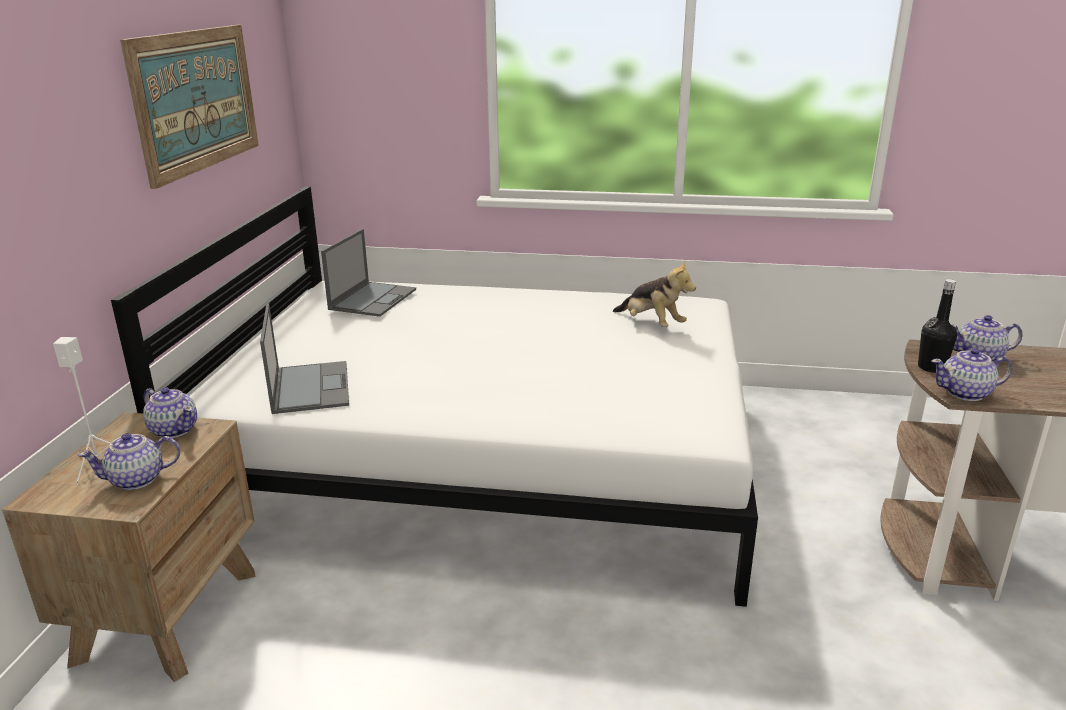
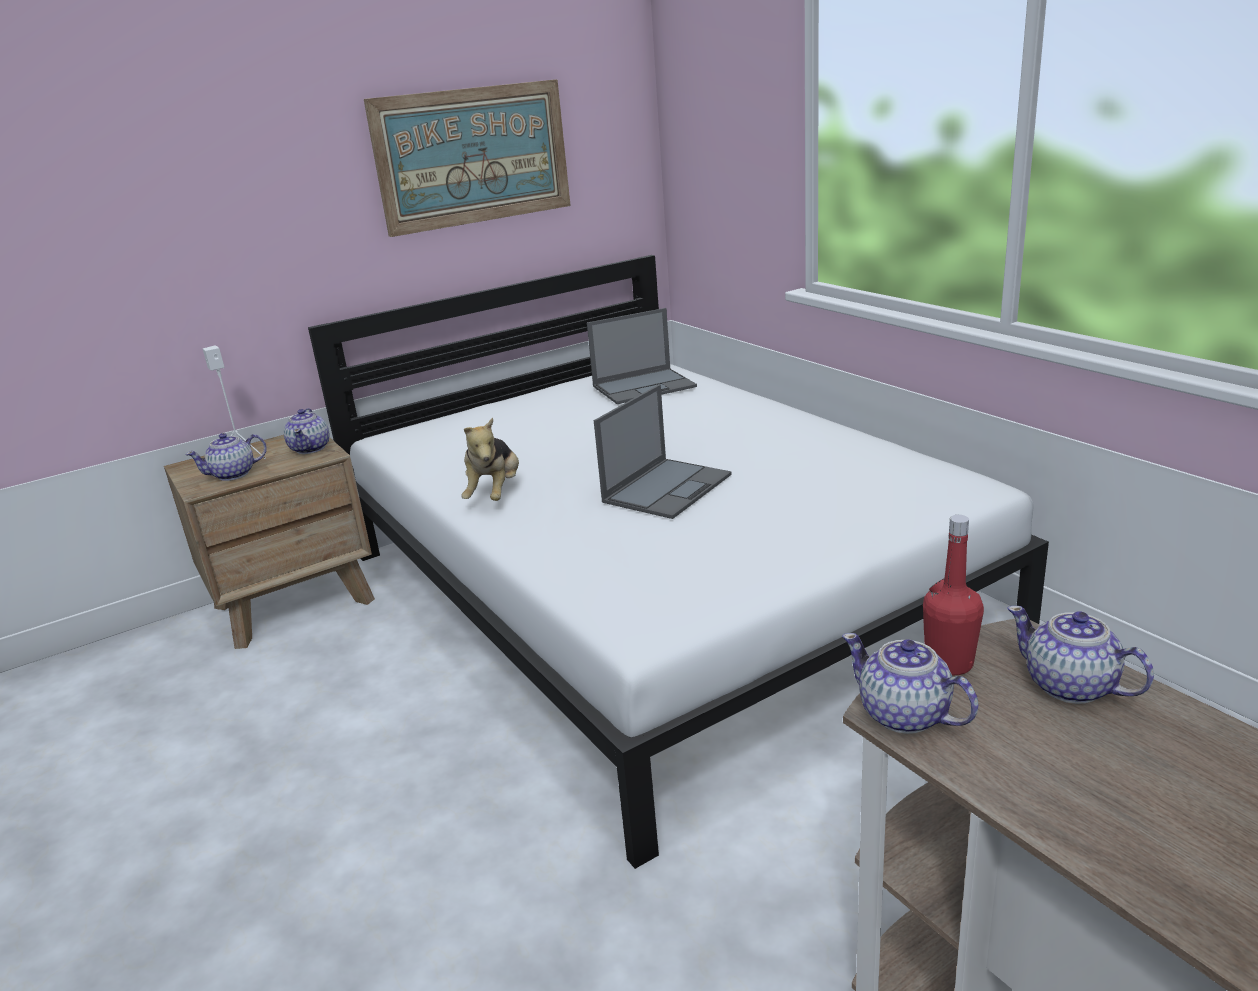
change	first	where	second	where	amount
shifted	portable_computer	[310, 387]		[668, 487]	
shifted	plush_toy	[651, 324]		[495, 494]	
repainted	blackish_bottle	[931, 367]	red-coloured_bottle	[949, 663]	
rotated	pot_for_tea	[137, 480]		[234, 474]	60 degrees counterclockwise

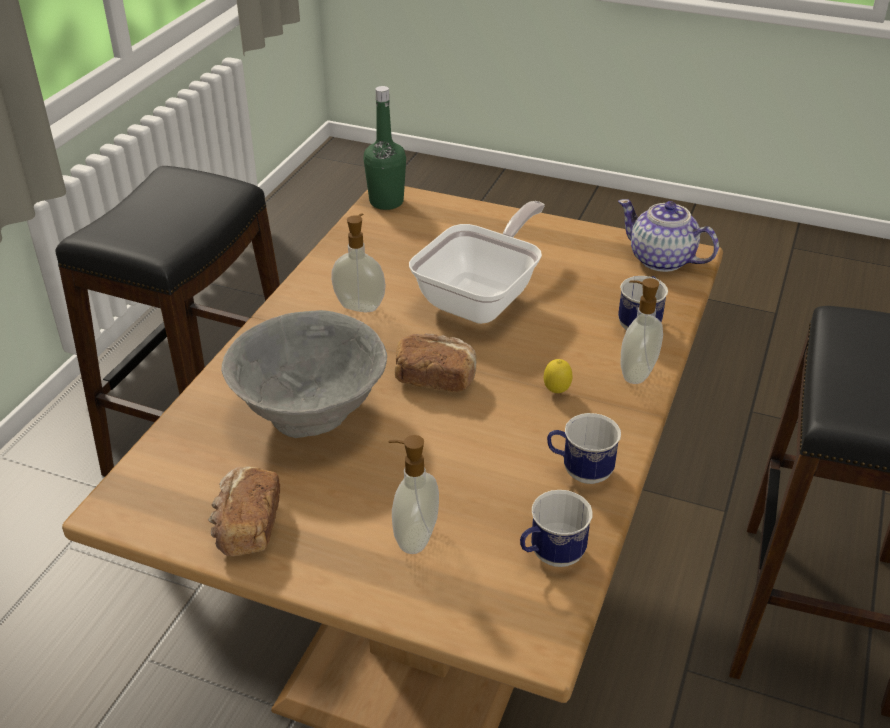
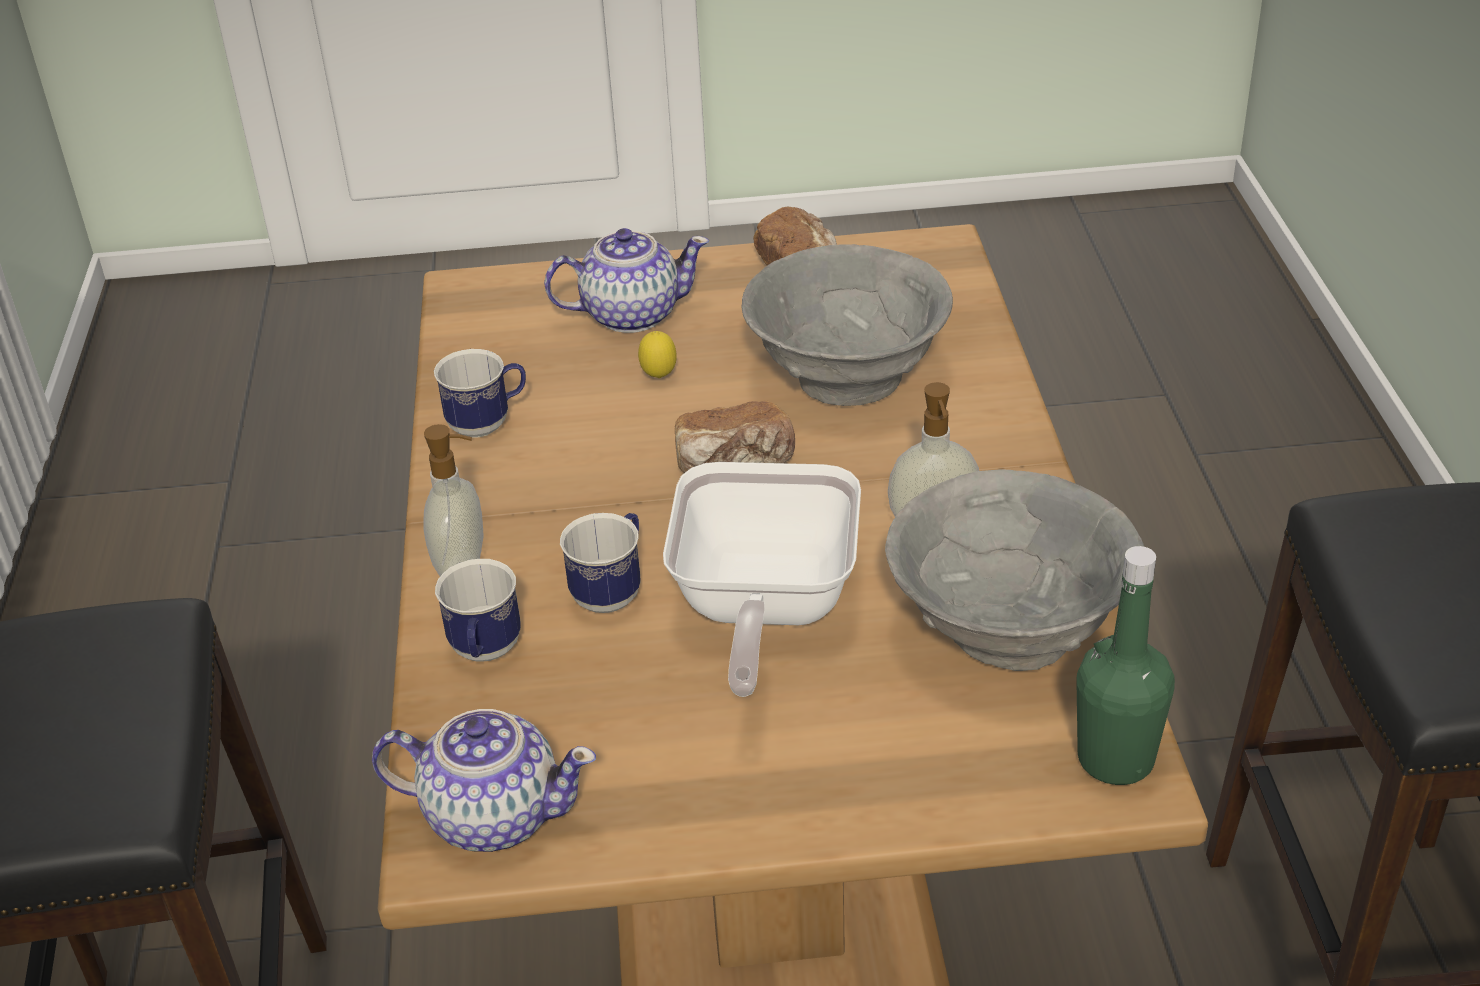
change	first	where	second	where	amount
new			grey_deep_dish	[1008, 632]	
shifted	coffee_mug	[550, 557]		[613, 591]	
shifted	whole_lemon	[556, 392]		[659, 377]	
swapped	liquid_soap_bottle	[414, 537]	pot_for_tea	[630, 314]	

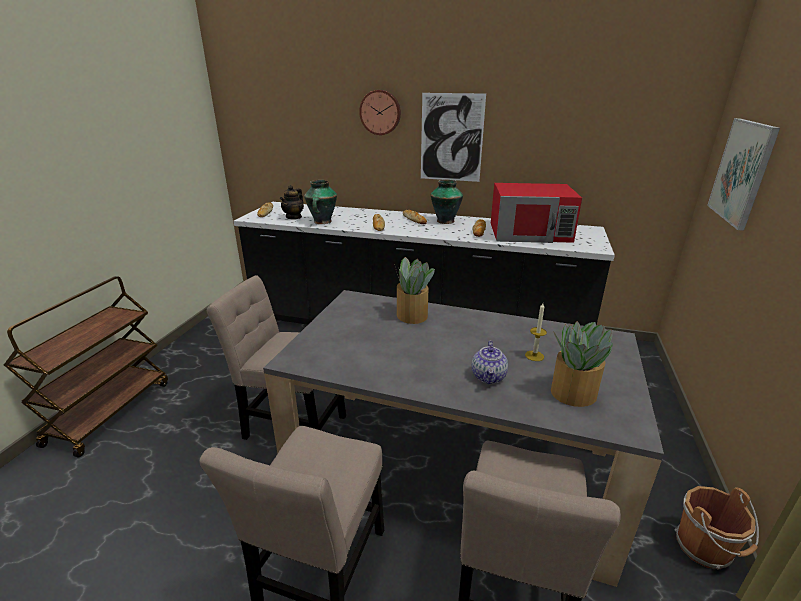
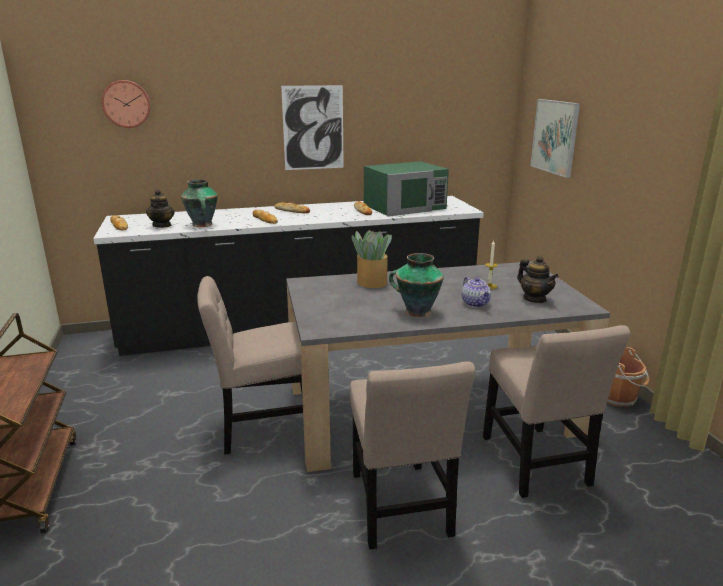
change	first	where	second	where	amount
shifted	clock_on_the_wall	[380, 112]		[126, 104]	
shifted	decorative_vase	[444, 221]		[416, 312]	
swapped	plant_in_a_pot	[572, 393]	pot_for_tea	[534, 299]	
repainted	red-coloured_microwave	[530, 232]	greenish_microwave	[405, 206]	

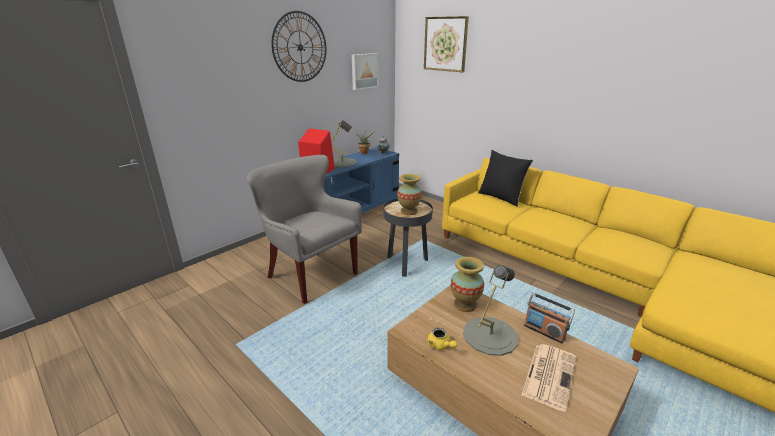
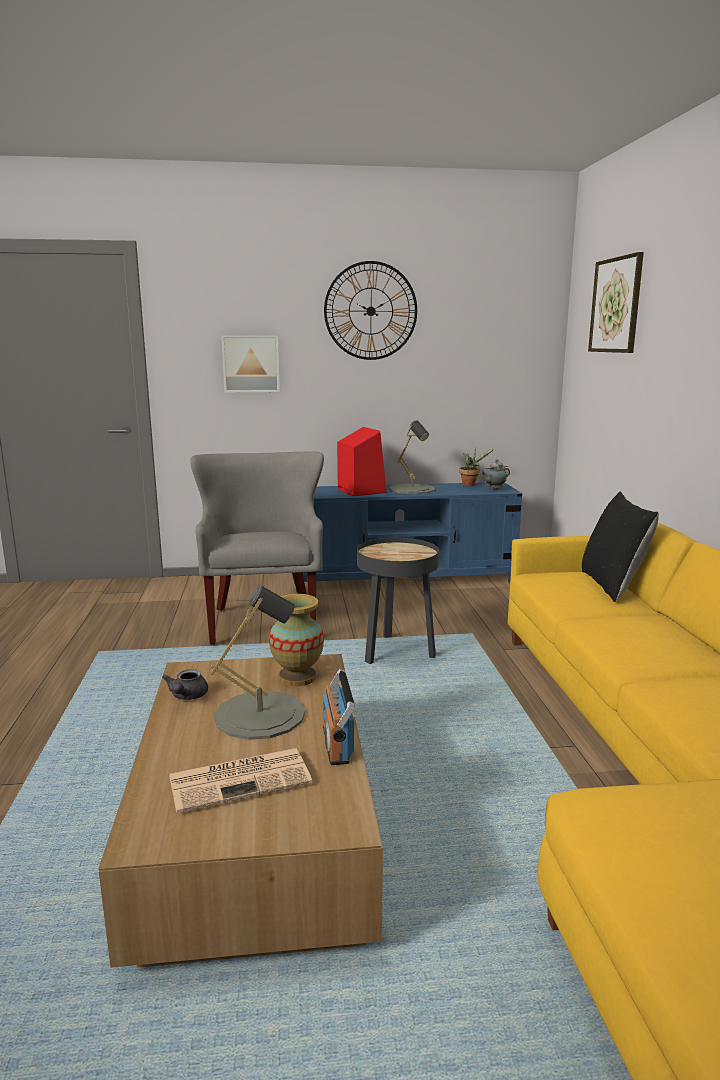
change	first	where	second	where	amount
gone	decorative_vase	[408, 211]			
shifted	wall_art	[364, 71]		[251, 363]	
repainted	yellow-coloured_pot_for_tea	[440, 346]	grey_pot_for_tea	[187, 696]	

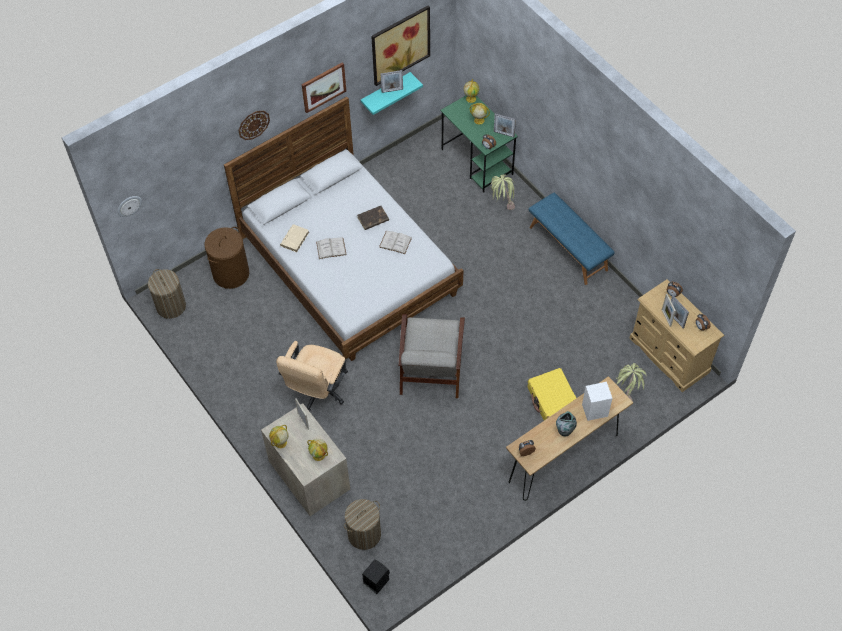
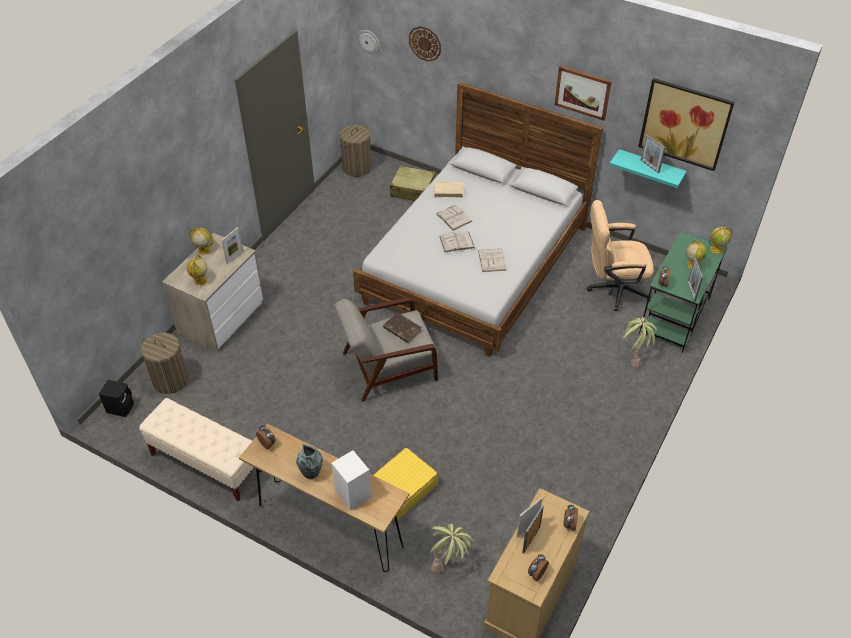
change	first	where	second	where	amount
gone	blue-coloured_long_seat	[568, 248]			
new			beige_long_seat	[206, 463]	
new			white_bound_book	[456, 242]	
shifted	clock_on_the_wall	[253, 124]		[425, 43]	
shifted	beige_desk_chair	[317, 392]		[613, 289]	
shifted	brownish_bound_book	[373, 219]		[401, 329]	
swapped	brownish_laundry_basket	[231, 273]	beige_travel_case	[413, 190]	

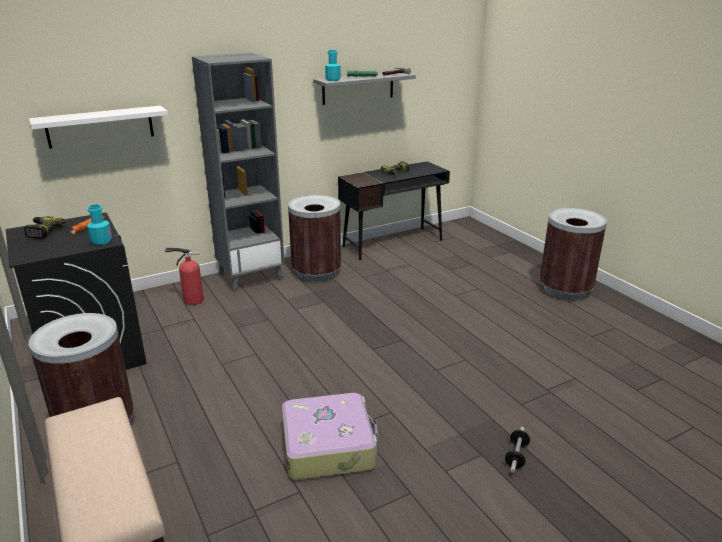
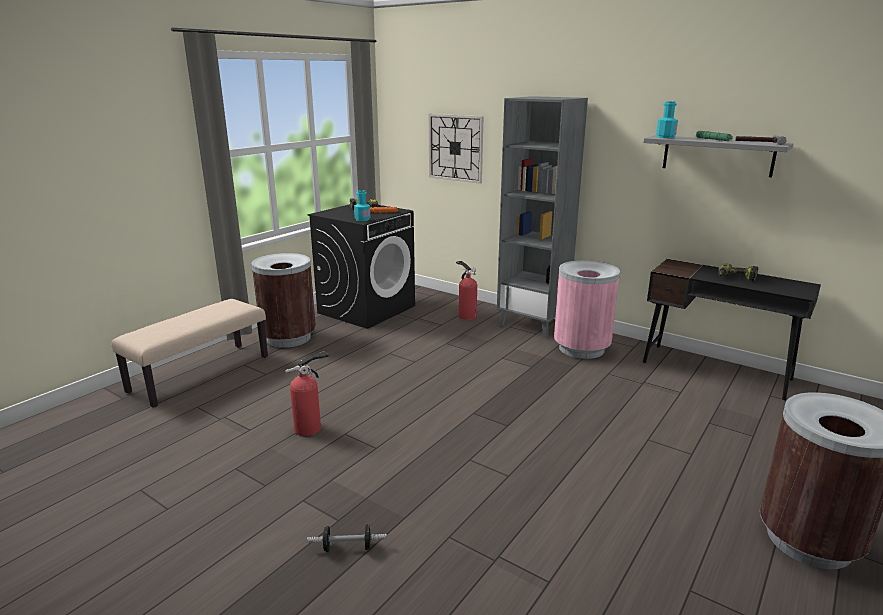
change	first	where	second	where	amount
swapped	white_bracket_shelf	[100, 126]	clock_on_the_wall	[455, 148]	
swapped	travel_case	[329, 445]	fire_extinguisher	[310, 428]	
repainted	brownish_rubbish_bin	[317, 273]	pink_rubbish_bin	[581, 349]	

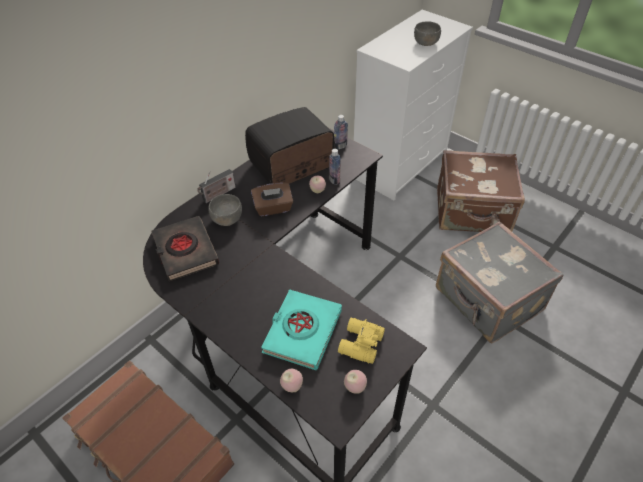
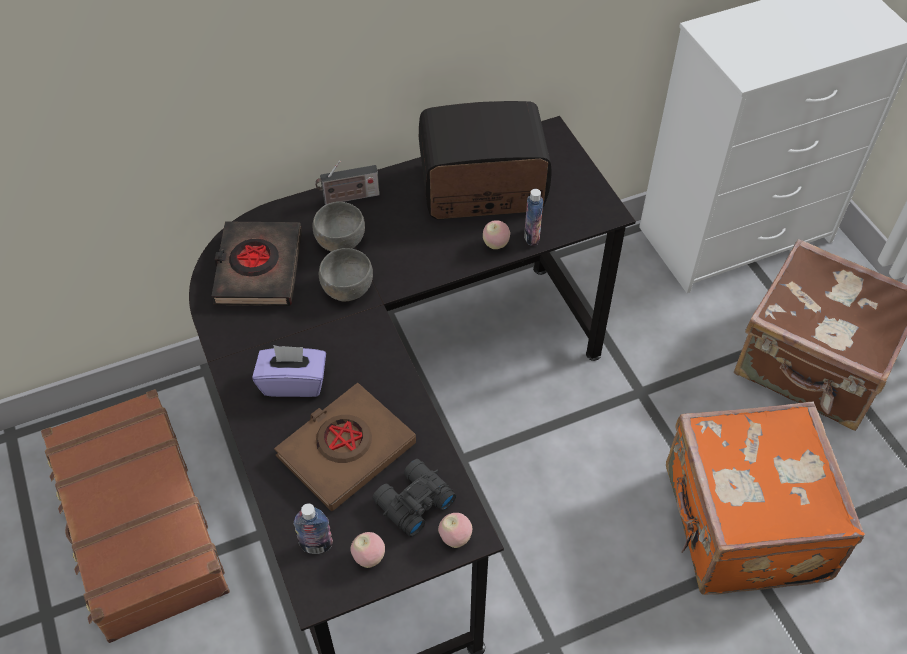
change	first	where	second	where	amount
gone	brownish_box_of_tissues	[273, 208]			
new			purplish_box_of_tissues	[293, 382]	
shifted	apple	[292, 386]		[455, 538]	
shifted	bottle	[340, 146]		[316, 545]	
shifted	grey_deep_dish	[426, 43]		[347, 288]	
repainted	blue-green_bound_book	[302, 331]	brownish_bound_book	[346, 450]	
repainted	yellow-coloured_binoculars	[359, 344]	blackish_binoculars	[412, 502]	
repainted	grey_travel_case	[487, 301]	orange-coloured_travel_case	[741, 525]	

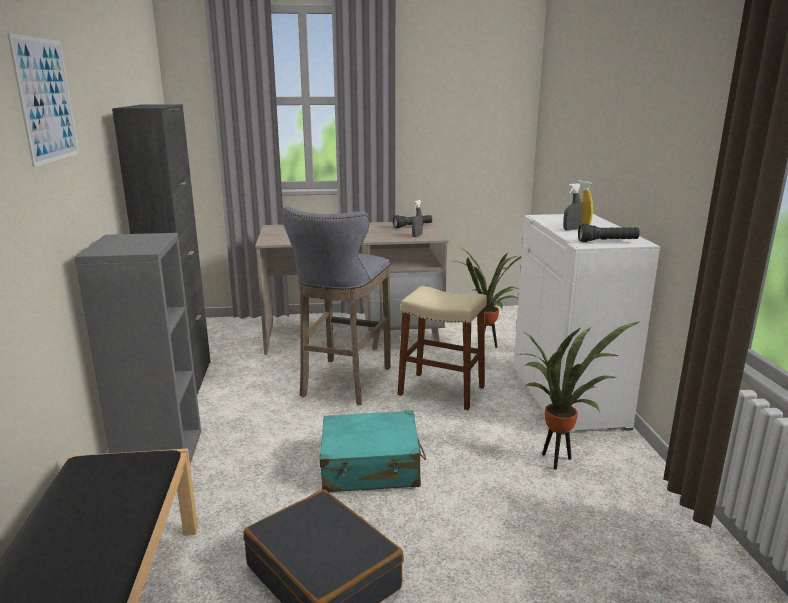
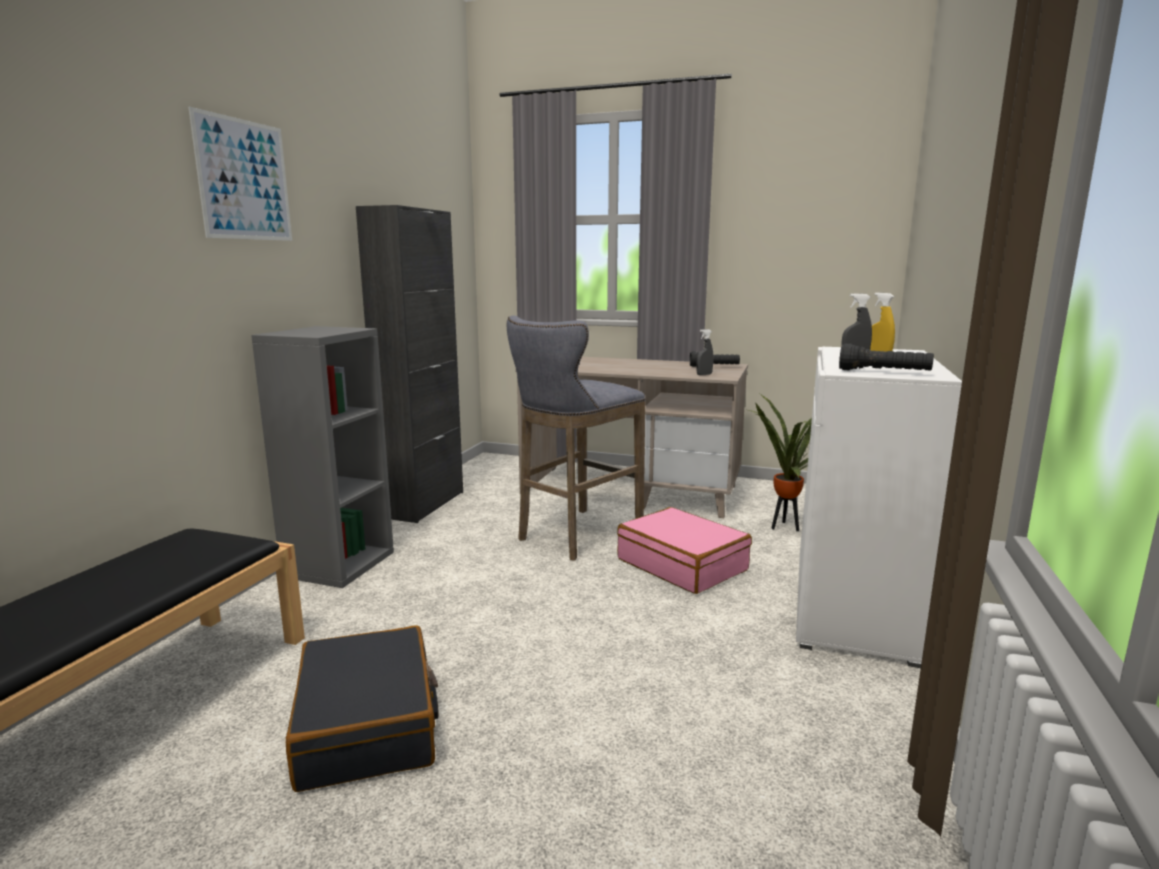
change	first	where	second	where	amount
gone	blue-green_travel_case	[371, 467]			
gone	plant_in_a_pot	[558, 461]			
swapped	beige_stool_seat	[441, 391]	pink_travel_case	[682, 565]	

